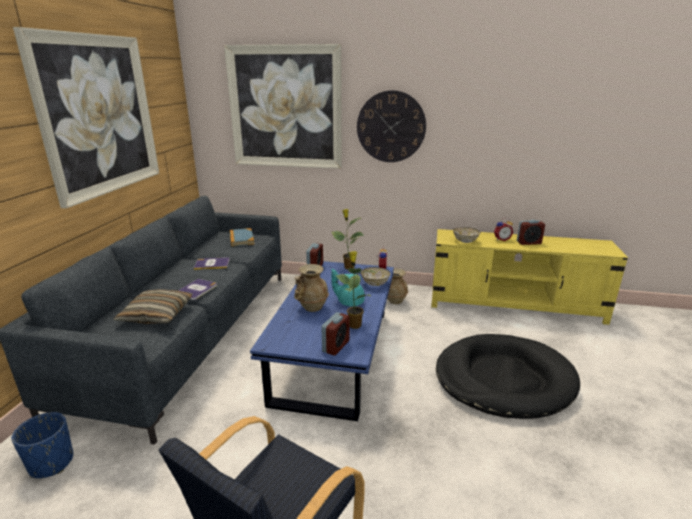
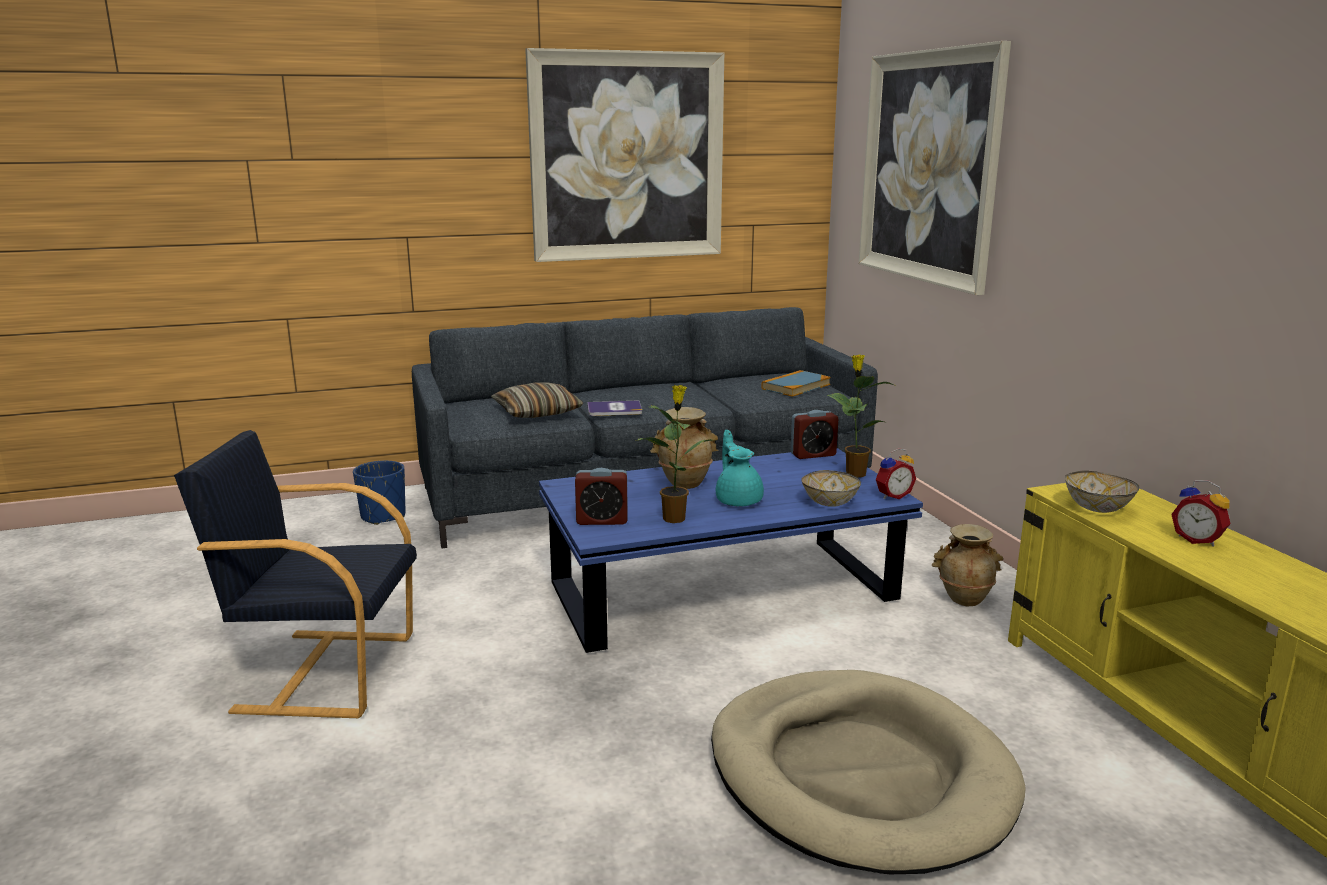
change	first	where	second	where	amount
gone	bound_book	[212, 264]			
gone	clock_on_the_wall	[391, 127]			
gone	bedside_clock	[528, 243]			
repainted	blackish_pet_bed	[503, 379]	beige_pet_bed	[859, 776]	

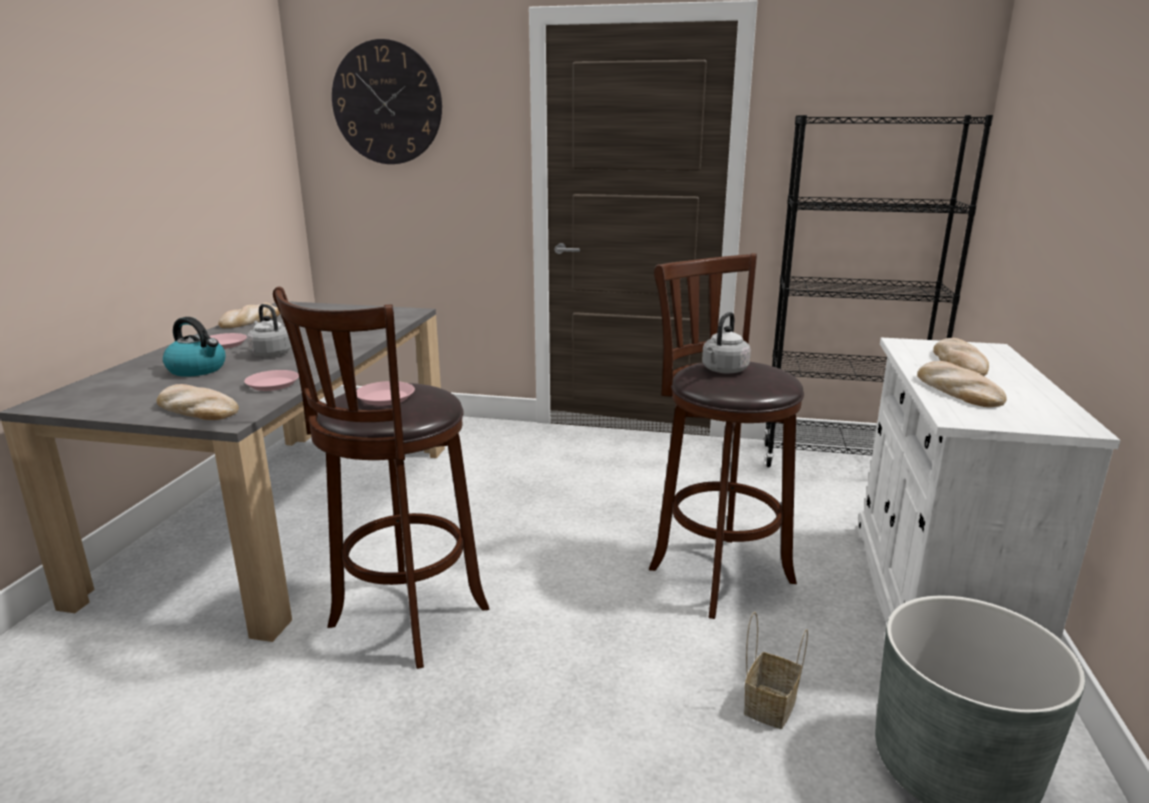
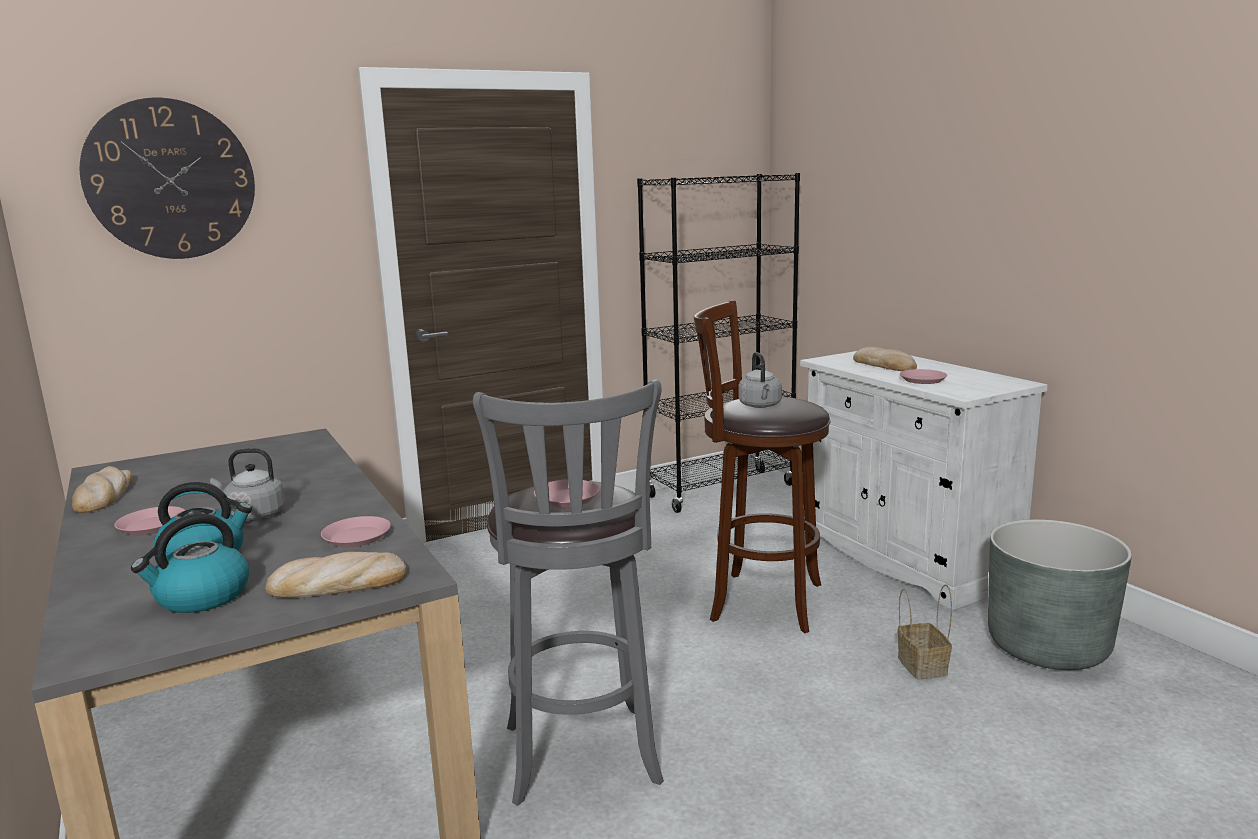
change	first	where	second	where	amount
new			kettle	[201, 597]	
swapped	baked_bread	[956, 390]	pink_plate	[923, 380]	
repainted	brownish_stool_seat	[403, 621]	grey_stool_seat	[582, 760]	

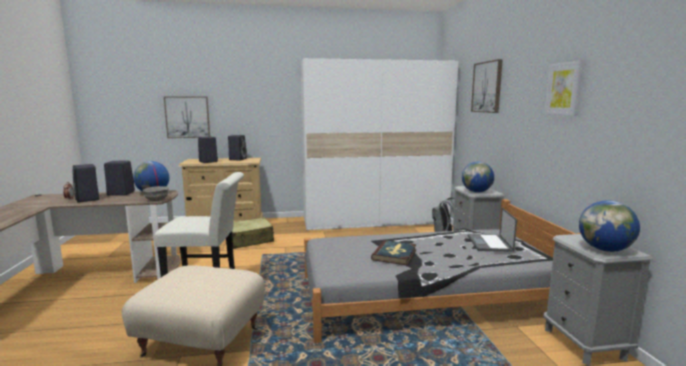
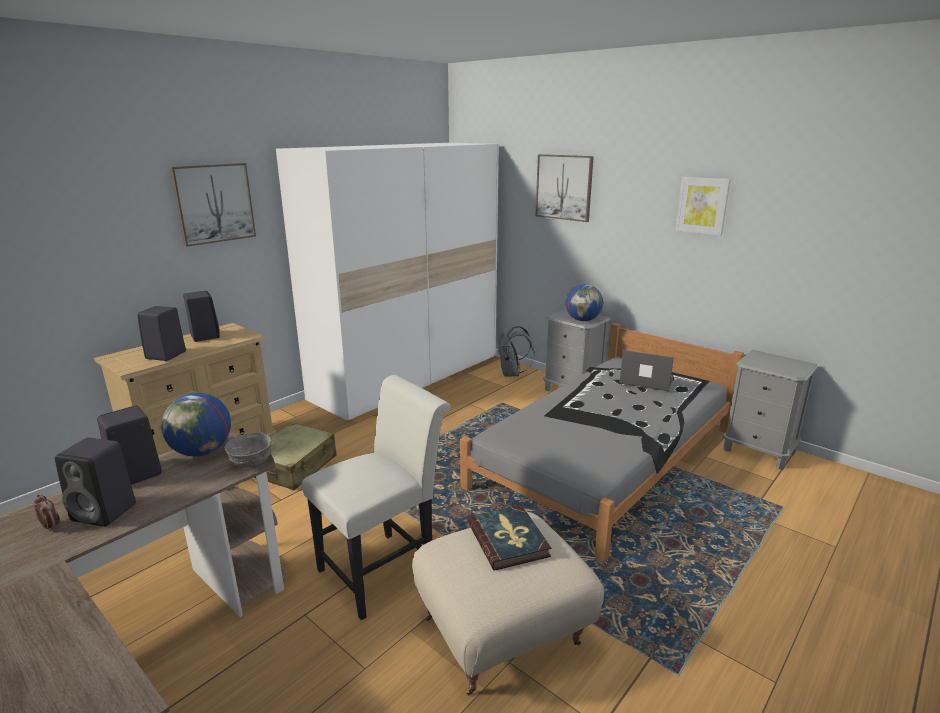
change	first	where	second	where	amount
gone	globe	[605, 250]			
shifted	wall_art	[187, 117]		[214, 203]	
shifted	bound_book	[395, 255]		[508, 540]	
rotated	portable_computer	[490, 243]		[645, 380]	150 degrees clockwise

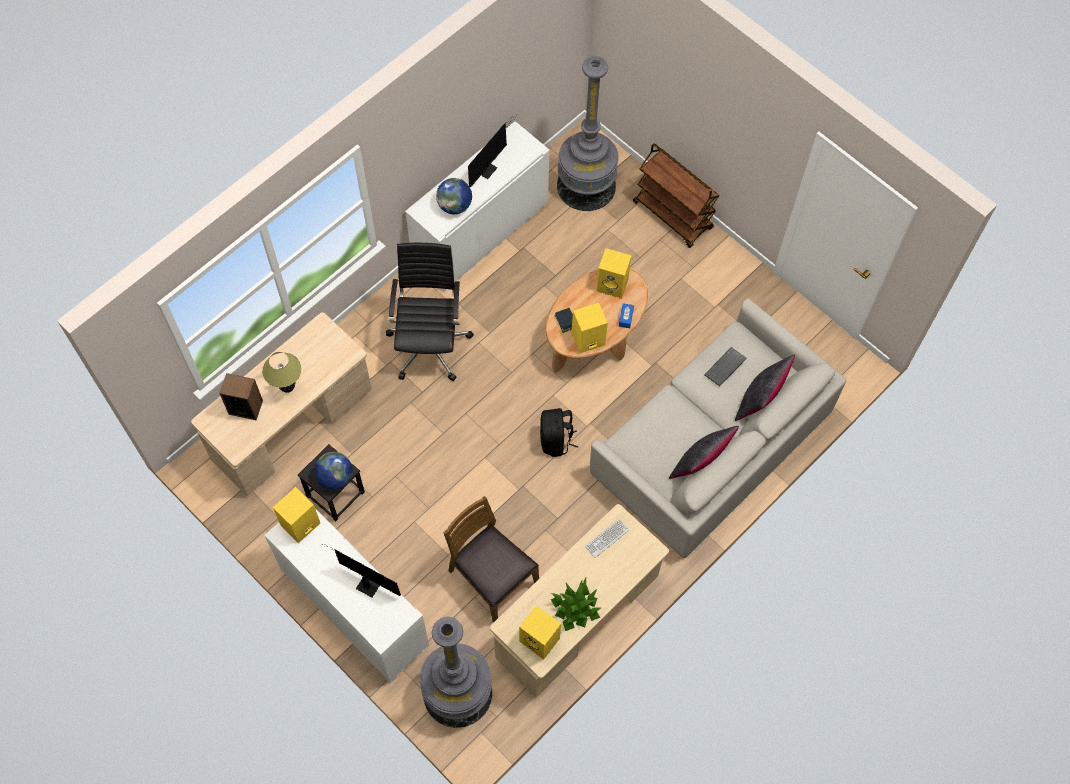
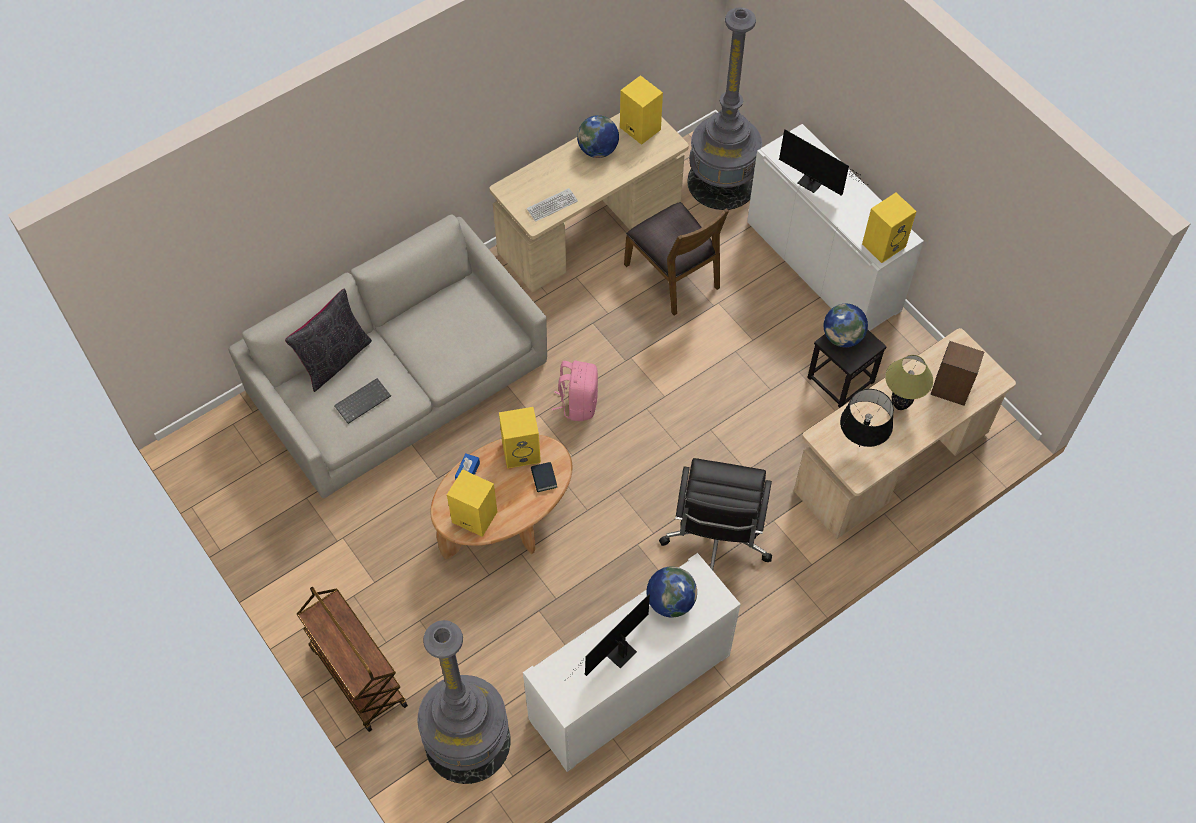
change	first	where	second	where	amount
gone	blackish_pillow	[700, 463]			
new			blackish_table_lamp	[859, 446]	
swapped	plant_in_a_pot	[576, 607]	globe	[598, 150]	
repainted	blackish_knapsack	[556, 440]	pink_knapsack	[578, 403]	

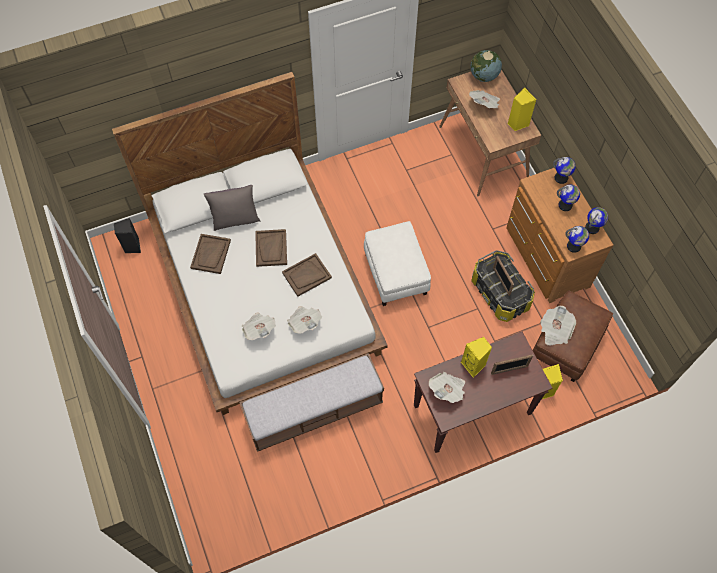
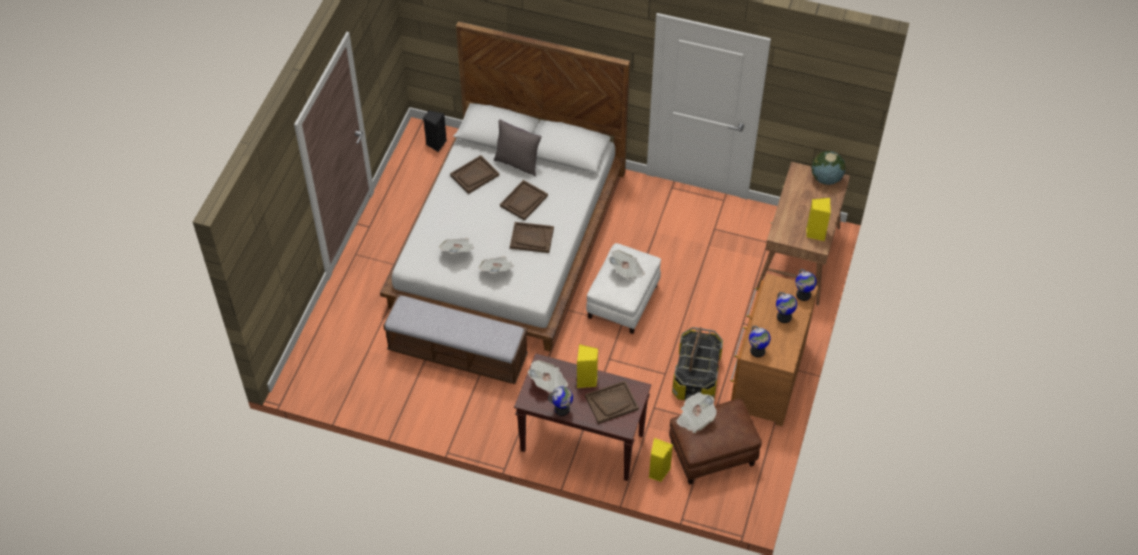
change	first	where	second	where	amount
shifted	newspaper	[484, 104]		[626, 270]	
shifted	globe	[592, 228]		[562, 409]	
swapped	picture_frame	[509, 369]	brownish_carrying_tray	[611, 403]	

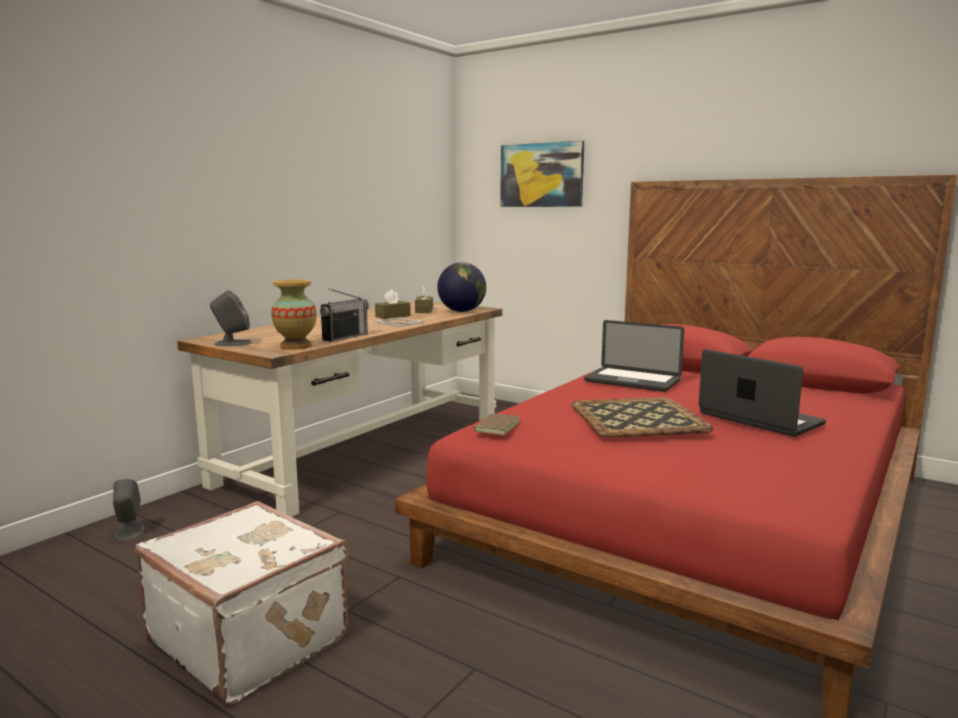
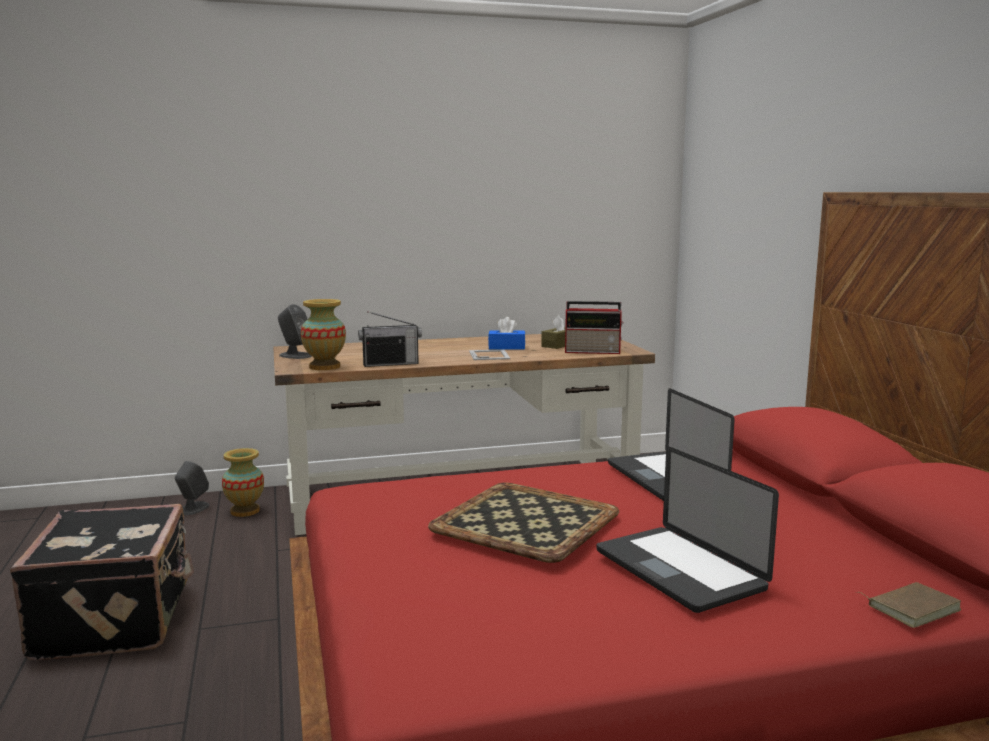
change	first	where	second	where	amount
gone	wall_art	[541, 175]			
new			decorative_vase	[245, 511]	
shifted	brownish_bound_book	[495, 427]		[911, 607]	
swapped	globe	[462, 311]	radio_receiver	[594, 351]	
repainted	white_travel_case	[251, 638]	blackish_travel_case	[117, 620]	
repainted	brownish_box_of_tissues	[393, 316]	blue-coloured_box_of_tissues	[506, 347]	
rotated	portable_computer	[760, 419]		[678, 570]	150 degrees clockwise

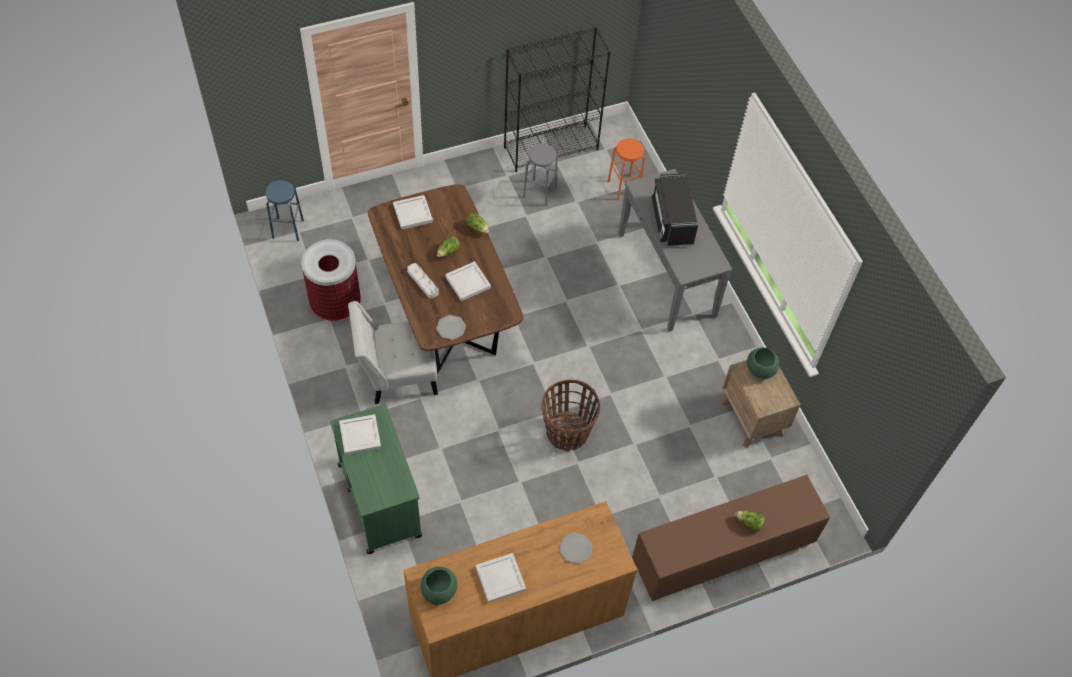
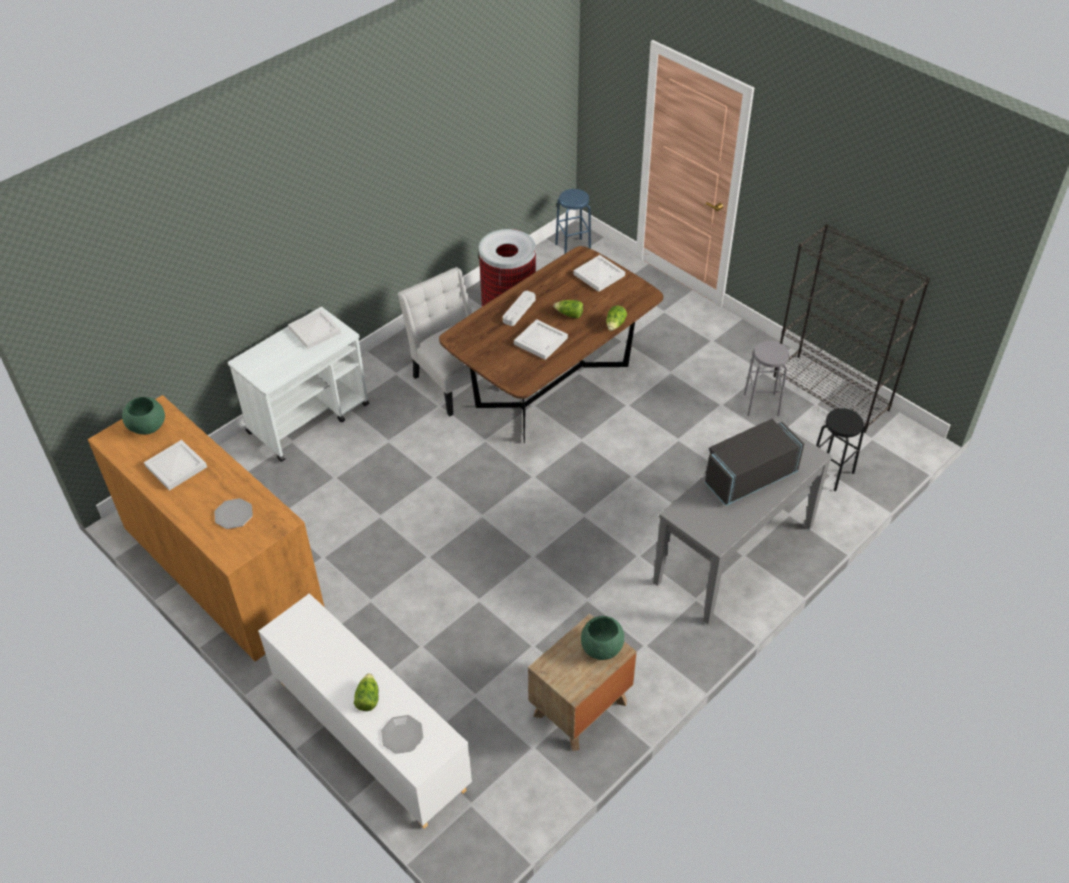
change	first	where	second	where	amount
gone	storage_basket	[567, 432]			
shifted	plate	[451, 328]		[402, 735]	
repainted	greenish_cart	[379, 499]	white_cart	[309, 418]	
repainted	orange-coloured_stool_seat	[624, 187]	blackish_stool_seat	[830, 473]	
repainted	brownish_storage_cabinet	[721, 555]	white_storage_cabinet	[370, 735]	

